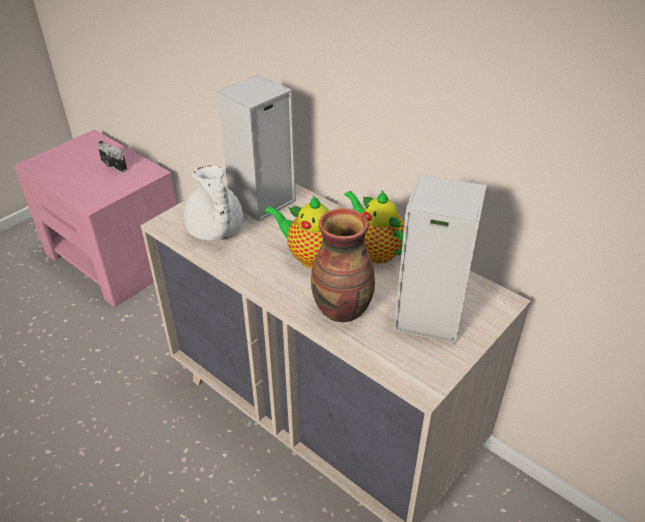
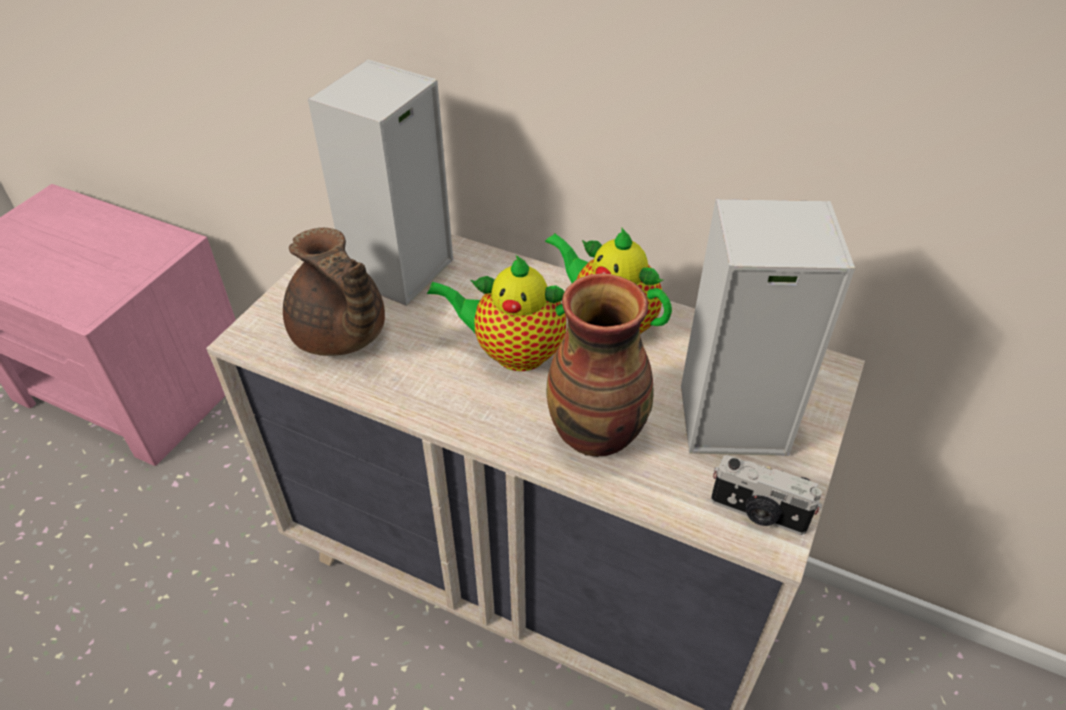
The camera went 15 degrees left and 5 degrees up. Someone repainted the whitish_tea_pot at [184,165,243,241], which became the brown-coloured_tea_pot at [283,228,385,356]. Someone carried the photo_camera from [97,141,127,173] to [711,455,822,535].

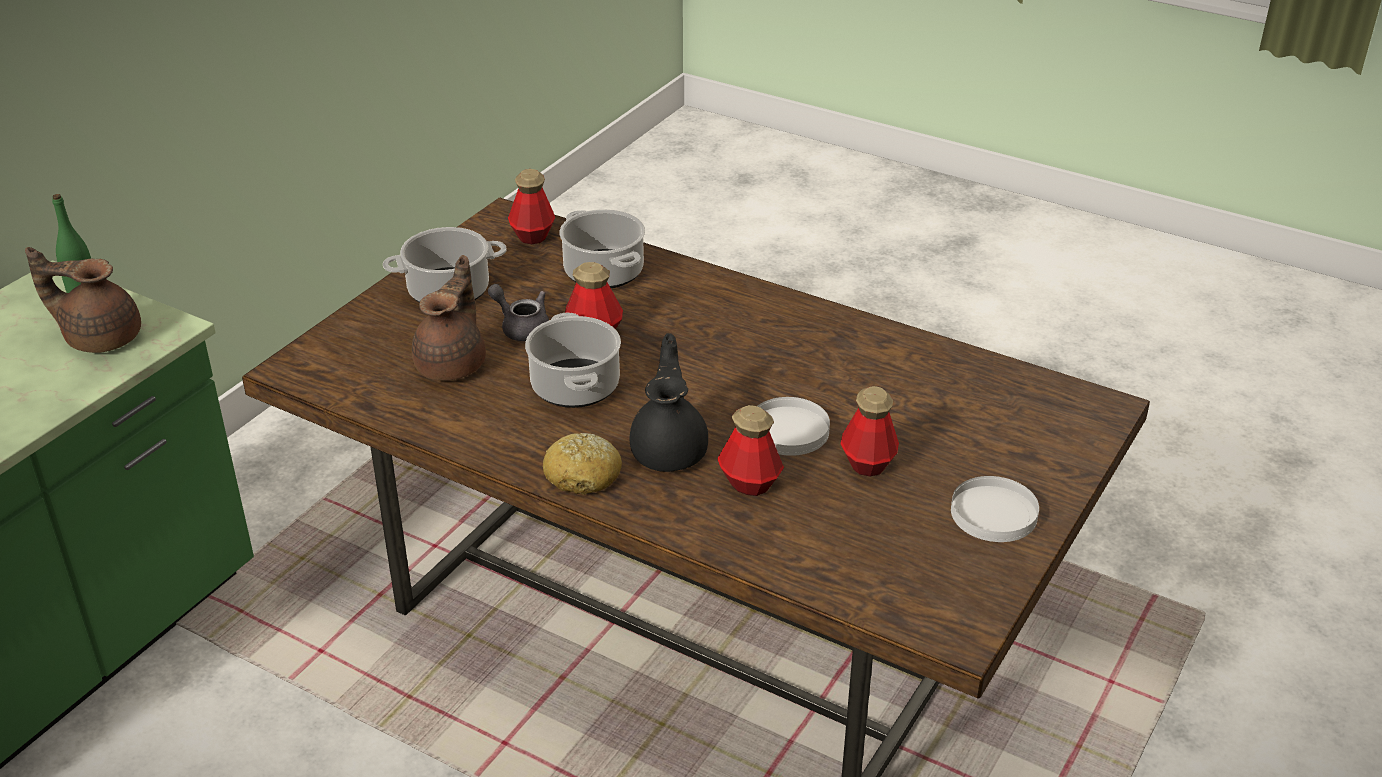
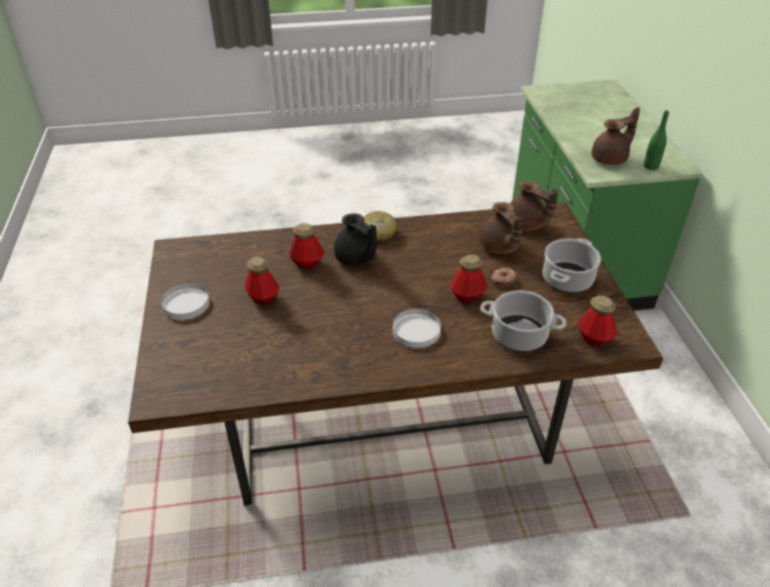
The camera went 140 degrees right and 5 degrees up. Someone carried the whitish_flat_dish from [757,397,830,456] to [393,309,441,348]. Someone swapped the greyish_tea_pot at [488,284,549,341] for the donut at [491,267,517,287]. Someone put down the brown-coloured_tea_pot at [510,181,559,231]. Someone took away the stockpot at [525,313,621,408].

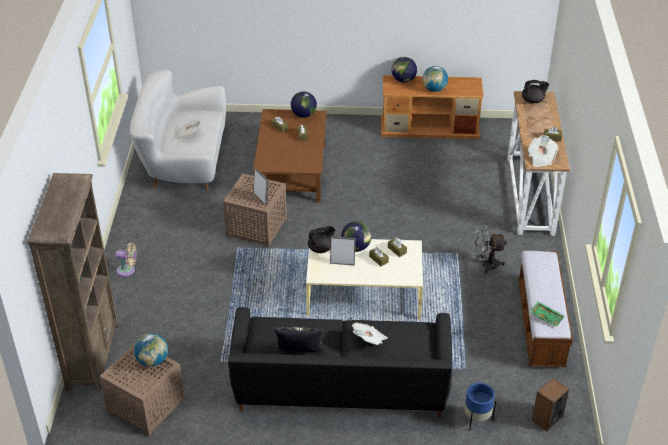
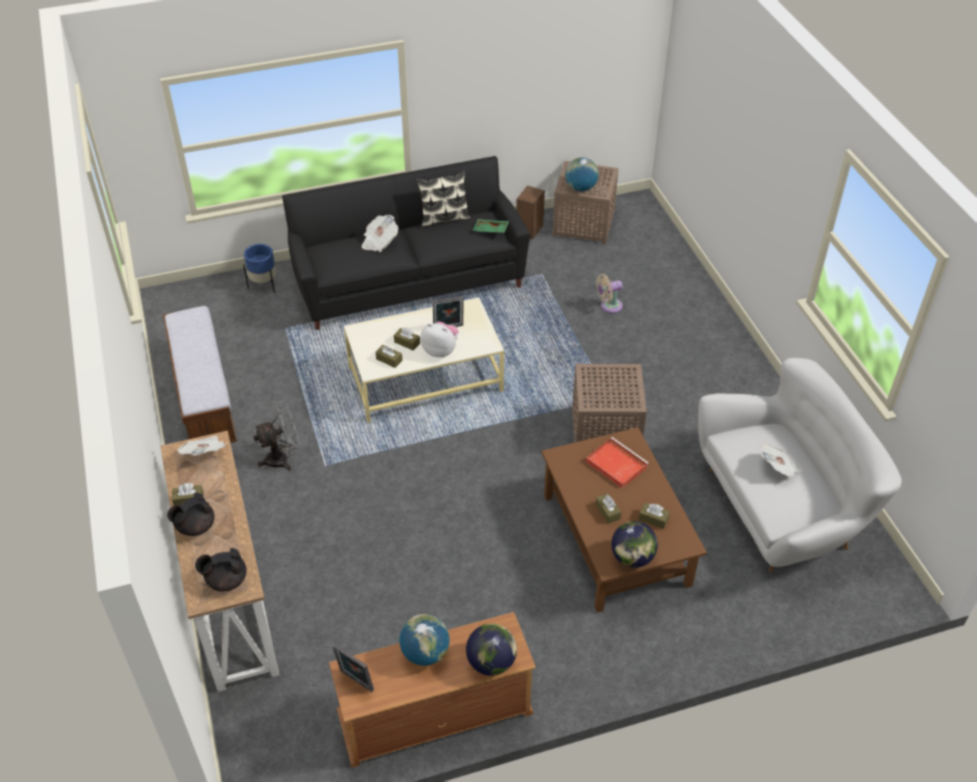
The camera went 160 degrees right and 5 degrees up. Someone carried the black-coloured_tea_pot from [308,226,335,253] to [167,493,215,536]. Someone carried the standing_frame from [253,168,268,205] to [332,644,374,692]. Someone swapped the world_globe at [341,221,371,252] for the plush_toy at [420,321,459,358]. Someone carried the greenish_carrying_tray from [530,301,564,327] to [473,220,509,233]. Someone carried the speaker from [532,378,569,432] to [516,186,545,239]. Someone put down the reddish_carrying_tray at [586,437,649,488]. Someone carried the sand-coloured_fan from [116,243,136,277] to [596,274,623,313]. Someone took away the brown-coloured_bookshelf at [27,173,119,391].

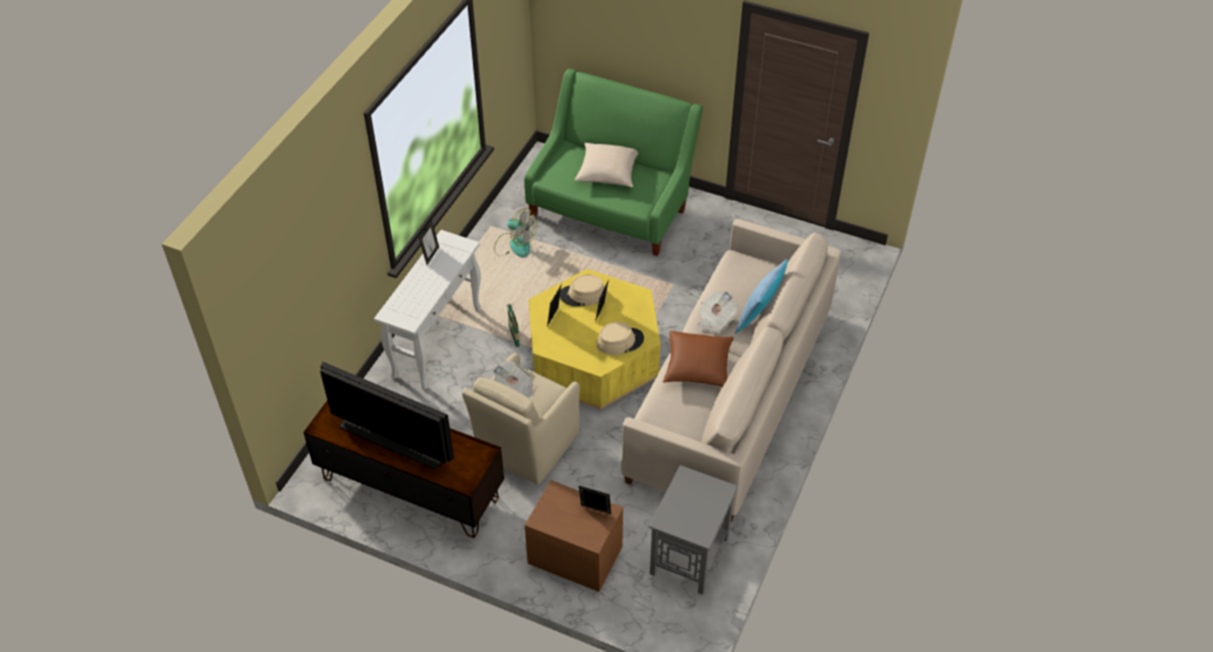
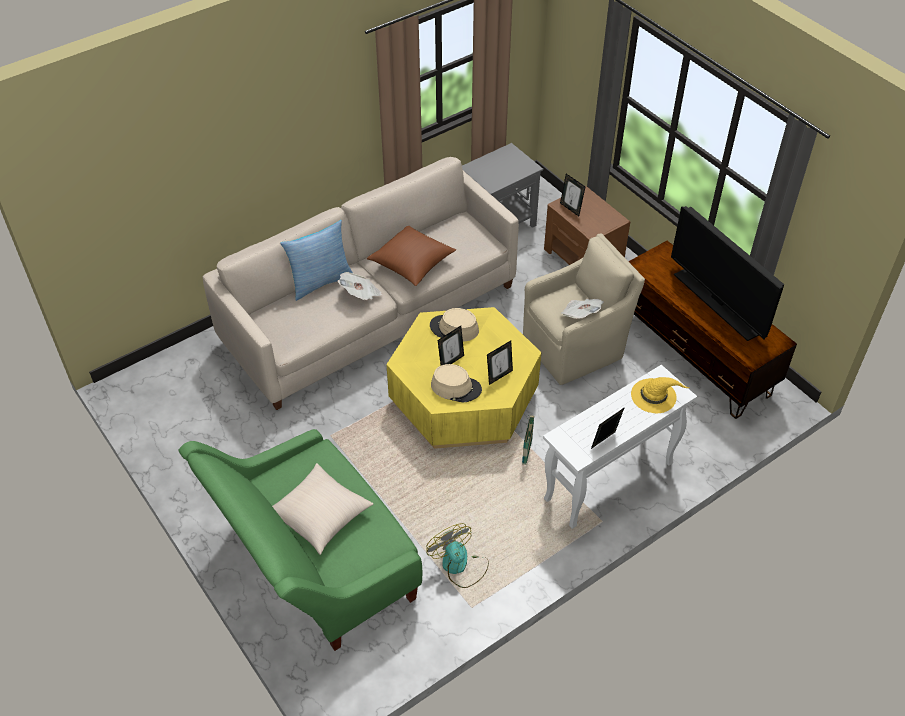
The camera went 150 degrees left and 0 degrees up. Someone put down the yellowish_wearable_hat at [631,377,690,413].

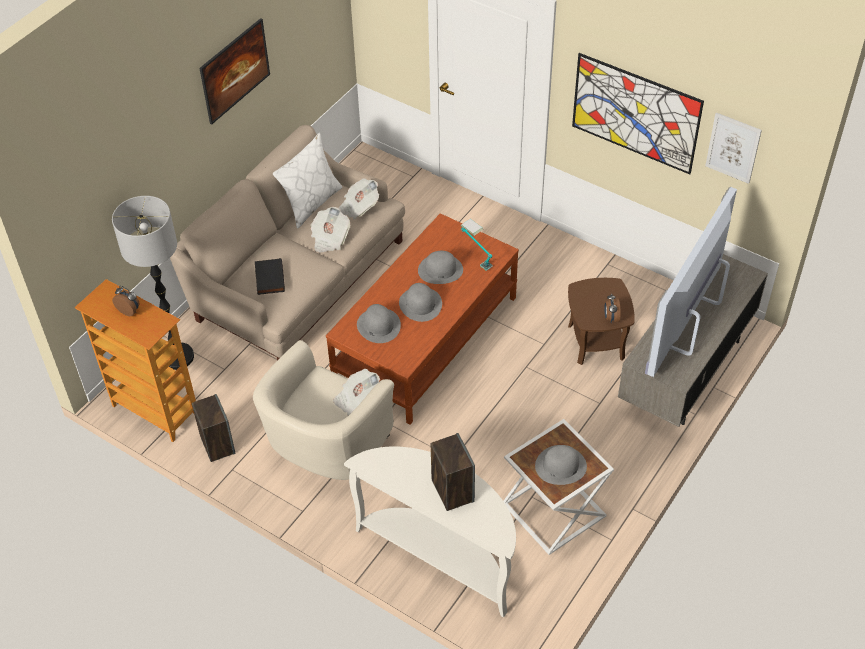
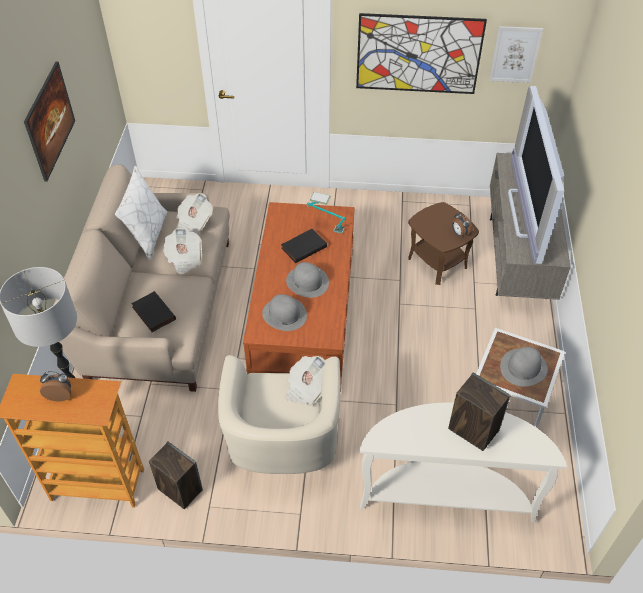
The camera went 30 degrees left and 0 degrees up. Someone swapped the greyish_wearable_hat at [418,251,463,284] for the black-coloured_volume at [281,229,327,263].

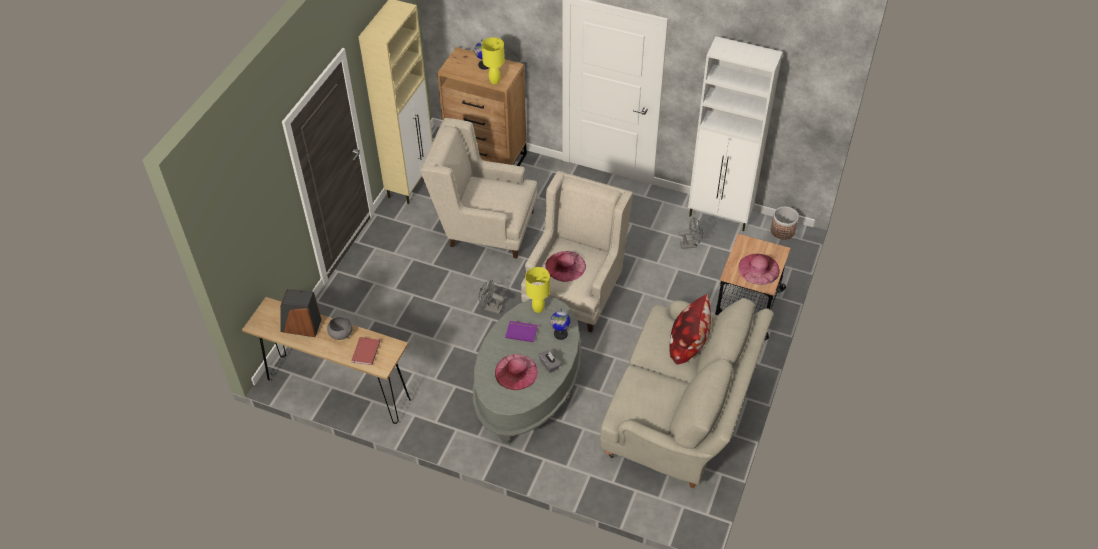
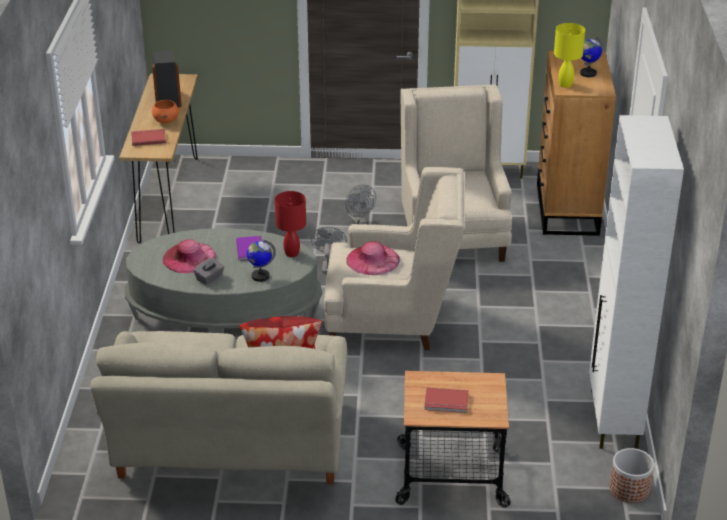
The camera went 70 degrees right and 15 degrees down. Someone repainted the greyish_deep_dish at [327,317,353,340], which became the orange-coloured_deep_dish at [152,100,179,124]. Someone repainted the yellowish_table_lamp at [525,267,550,313], which became the reddish_table_lamp at [275,191,306,257]. Someone carried the greyish_fan from [678,217,703,249] to [346,185,376,224]. Someone swapped the pink-coloured_wearable_hat at [738,254,780,285] for the reddish_volume at [424,388,469,413].

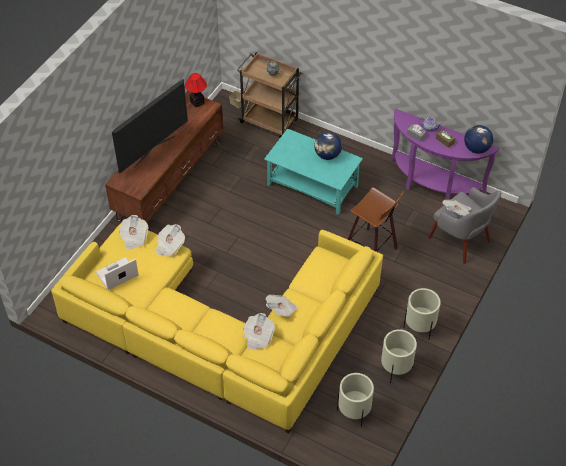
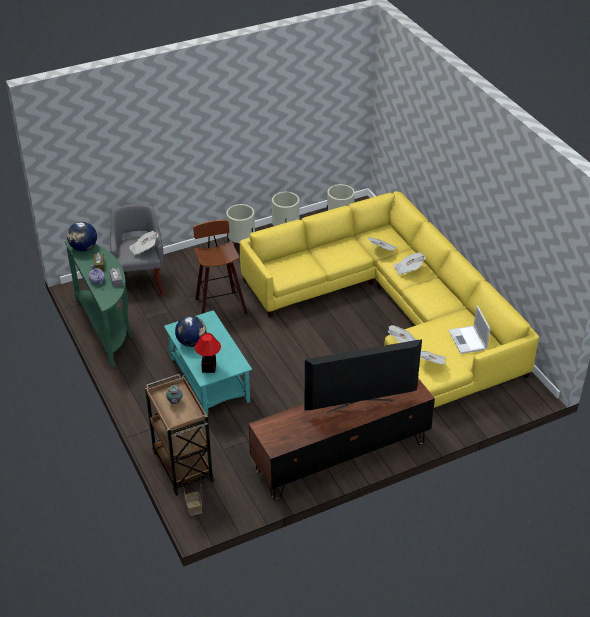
The camera went 145 degrees left and 10 degrees down. Someone repainted the purple-coloured_console_table at [391,109,500,200], which became the greenish_console_table at [65,241,132,367]. Someone carried the table_lamp from [185,73,207,108] to [195,333,221,373]. Someone carried the newspaper from [266,295,299,317] to [394,252,426,275]. Someone rotated the portable_computer at [96,257,139,290] by 75 degrees clockwise.

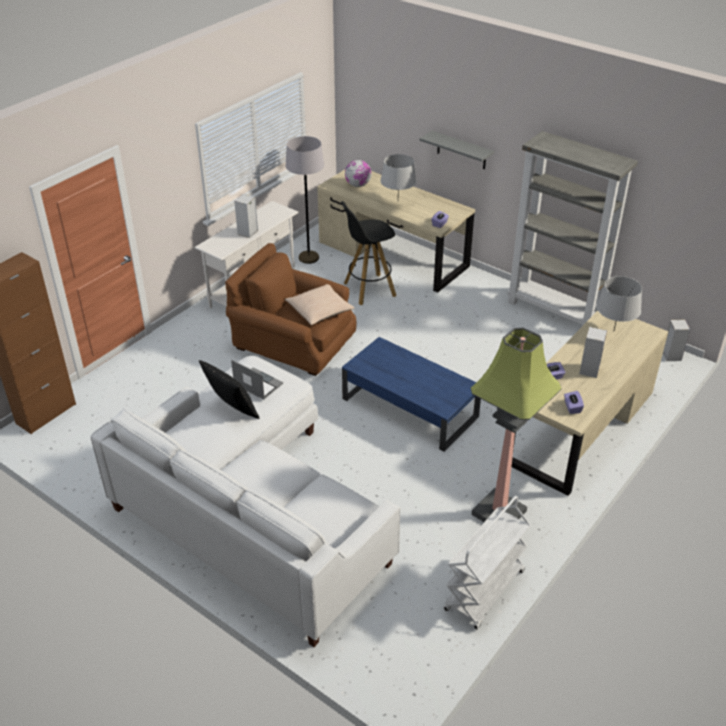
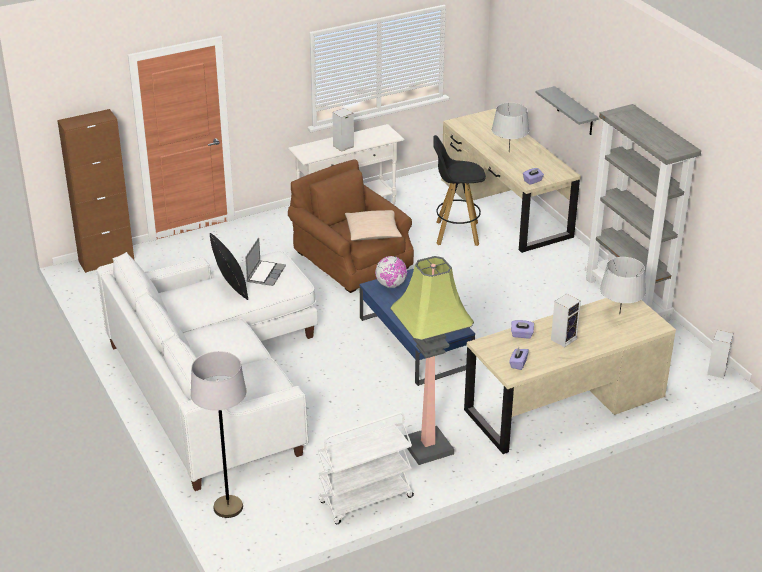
The camera went 25 degrees right and 5 degrees down. Someone carried the greyish_standing_lamp from [286,136,324,264] to [191,351,246,518]. Someone rotated the portable_computer at [231,360,283,399] by 45 degrees clockwise. Someone carried the world_globe from [345,160,372,187] to [375,256,407,288].

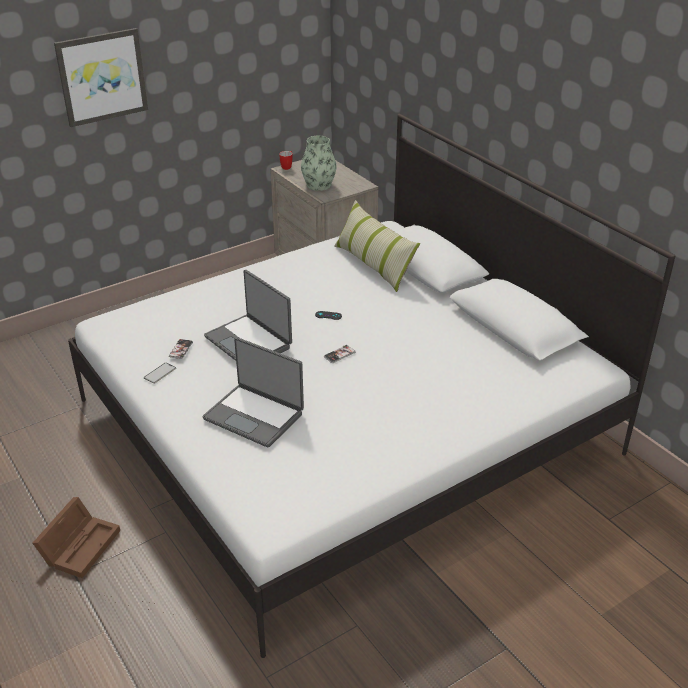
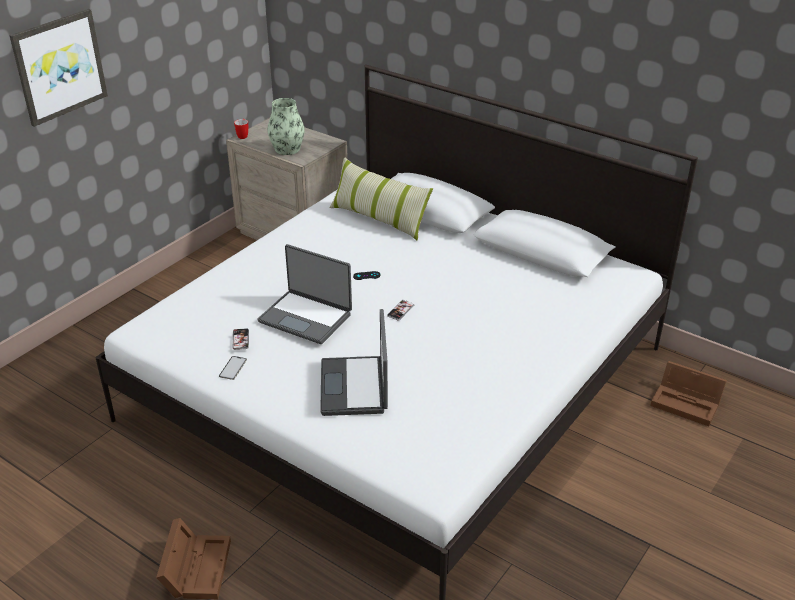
The camera went 20 degrees left and 0 degrees up. Someone rotated the portable_computer at [203,337,304,448] by 75 degrees clockwise. Someone put down the brown-coloured_storage_bin at [650,361,727,426].

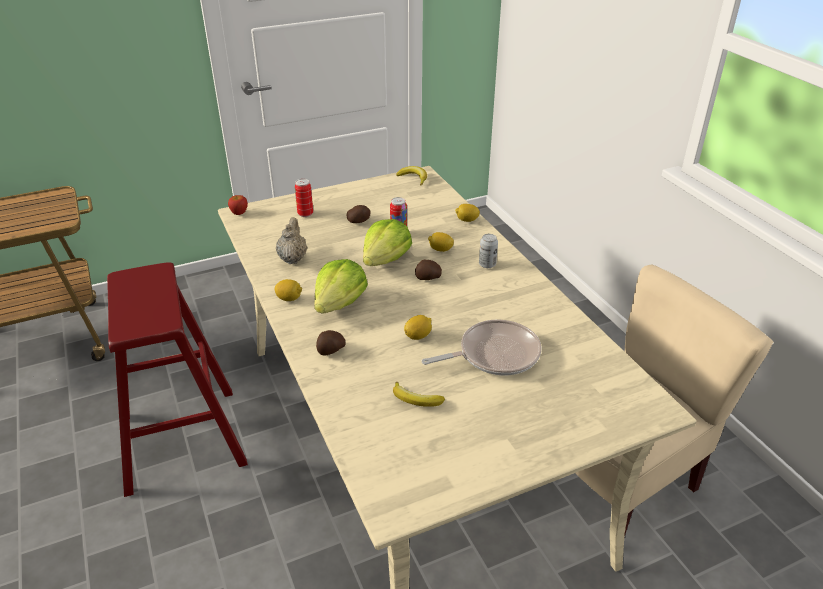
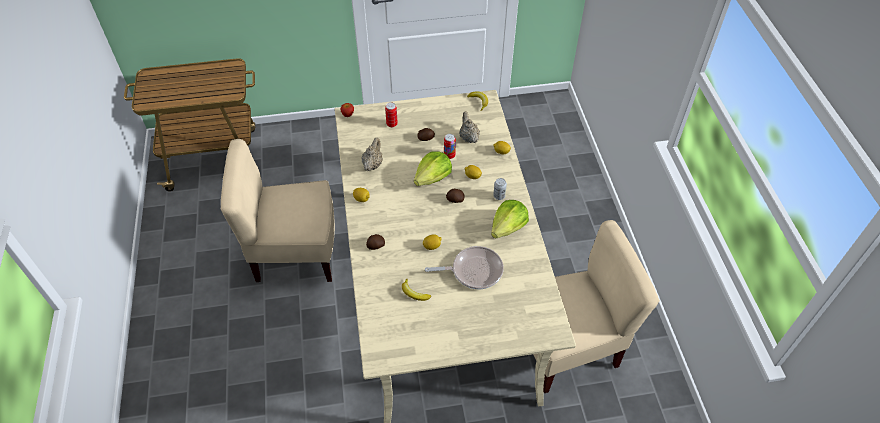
The camera went 15 degrees right and 15 degrees up. Someone swapped the reddish_stool at [107,262,248,497] for the sand-coloured_upright_chair at [221,139,335,282]. Someone put down the sand-coloured_tea_pot at [459,111,480,143]. Someone carried the lettuce from [314,259,368,314] to [491,200,529,238].

